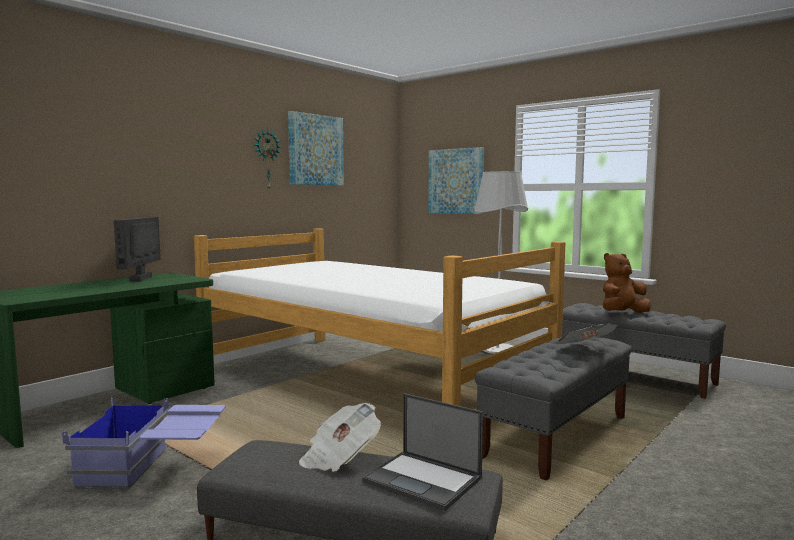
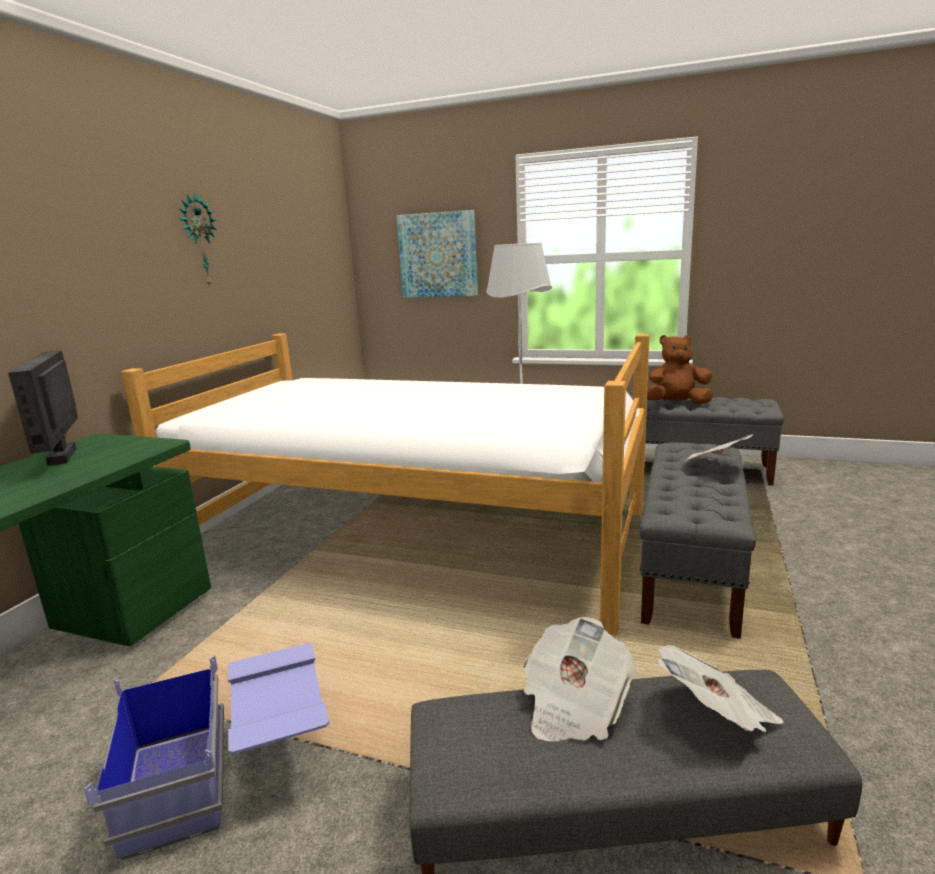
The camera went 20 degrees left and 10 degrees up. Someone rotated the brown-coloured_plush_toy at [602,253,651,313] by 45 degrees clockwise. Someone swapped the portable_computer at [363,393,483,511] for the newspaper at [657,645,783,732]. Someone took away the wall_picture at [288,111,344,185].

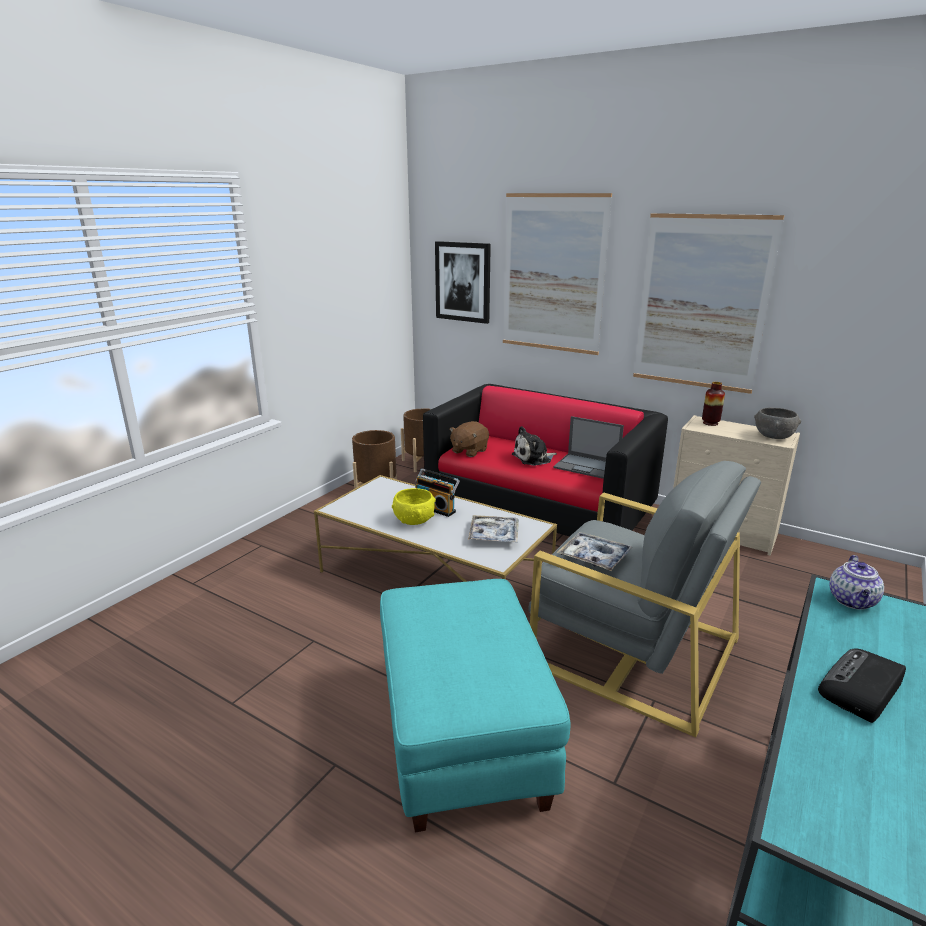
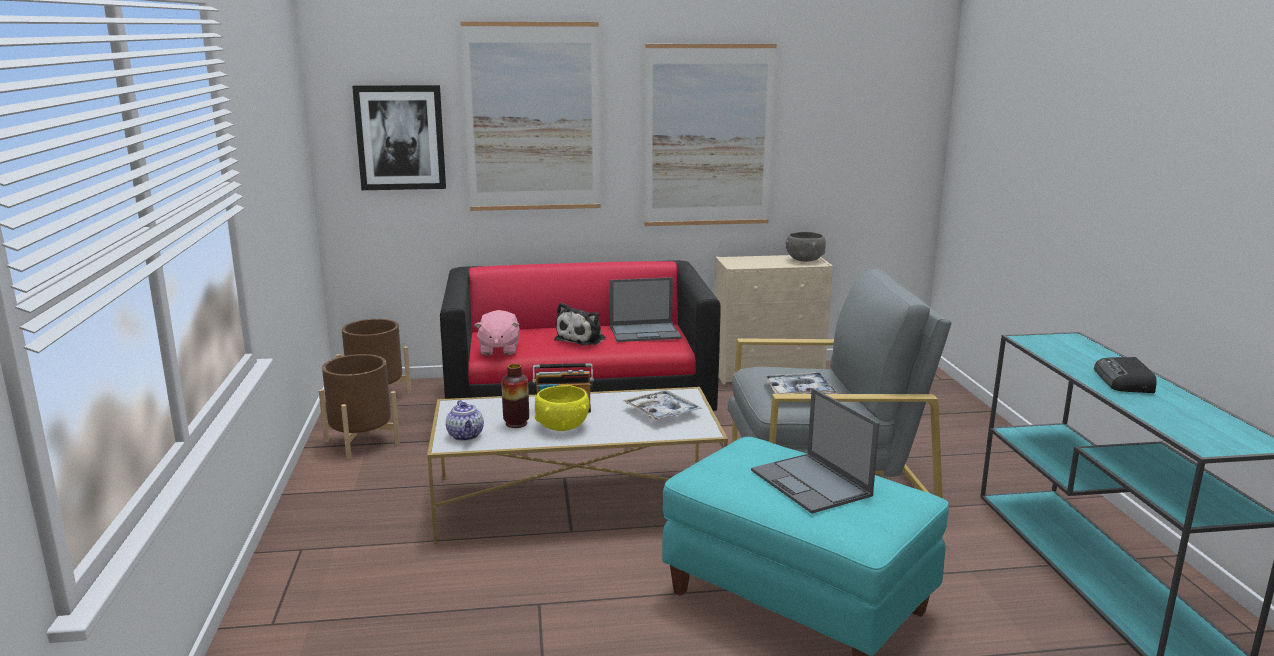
The camera went 40 degrees left and 5 degrees down. Someone carried the tea_pot from [830,555,884,610] to [446,400,484,441]. Someone repainted the brown-coloured_plush_toy at [449,421,489,457], which became the pink-coloured_plush_toy at [474,310,520,356]. Someone carried the decorative_vase from [702,382,725,426] to [502,364,529,428]. Someone put down the portable_computer at [751,388,880,514].

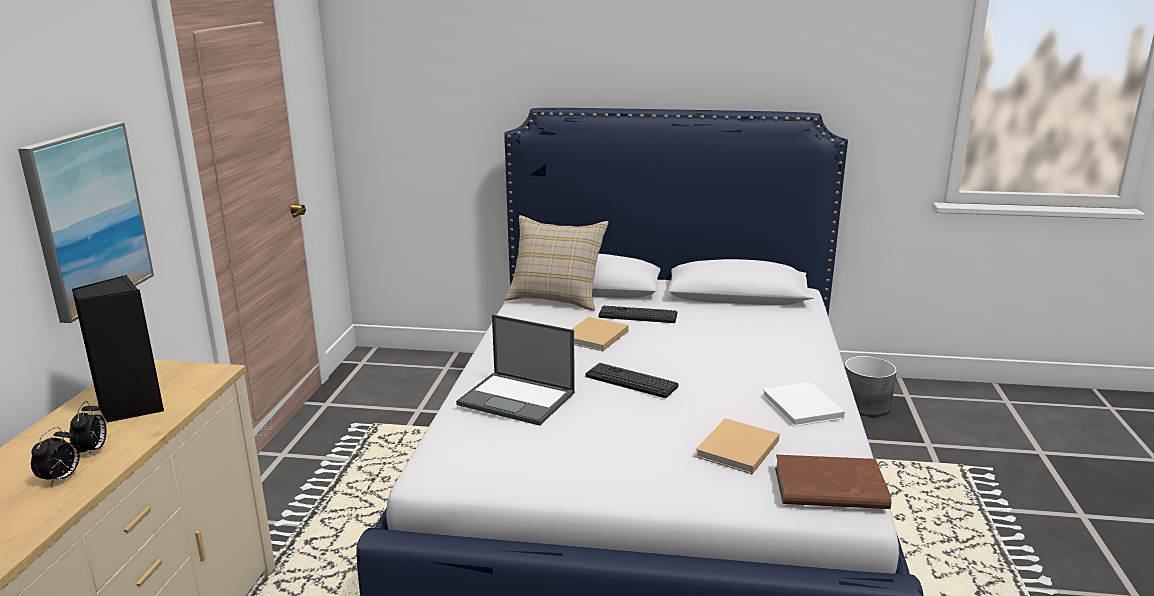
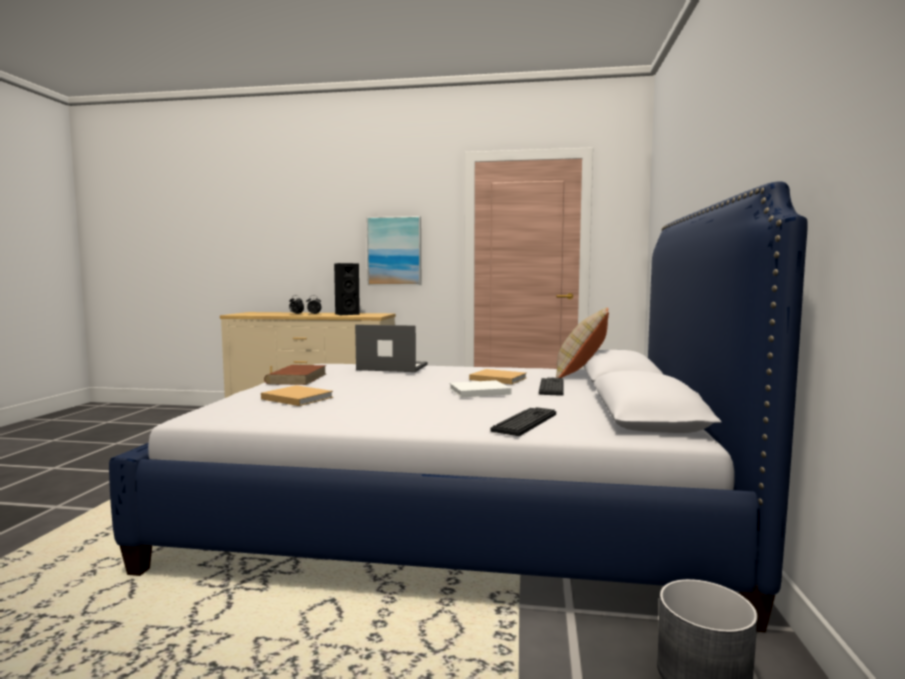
The camera went 90 degrees right and 15 degrees down. Someone carried the brown-coloured_volume from [775,455,891,509] to [264,365,326,385]. Someone rotated the portable_computer at [456,314,575,426] by 75 degrees clockwise. Someone carried the whitish_volume from [762,382,845,427] to [449,380,512,398]. Someone carried the keyboard from [585,363,678,398] to [491,407,556,436].

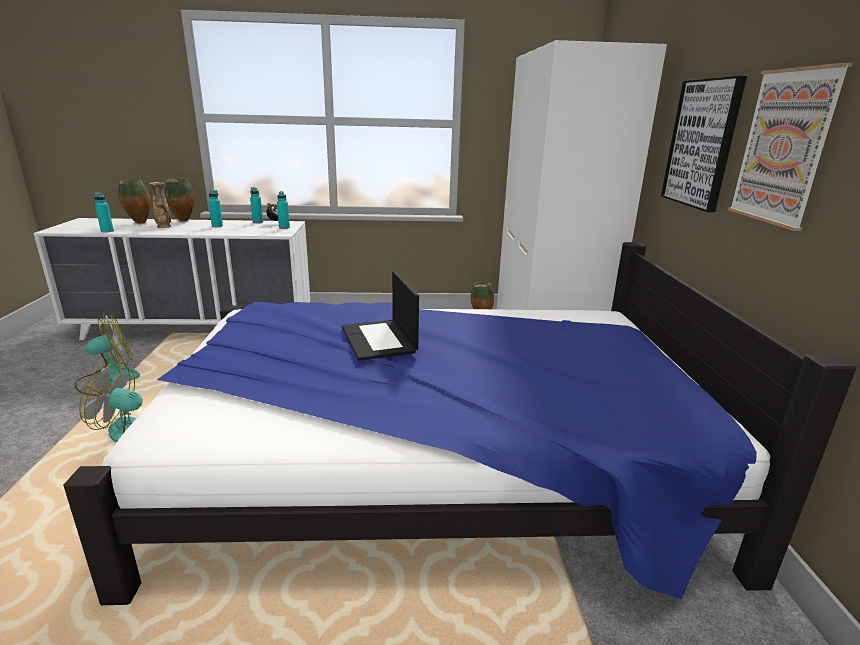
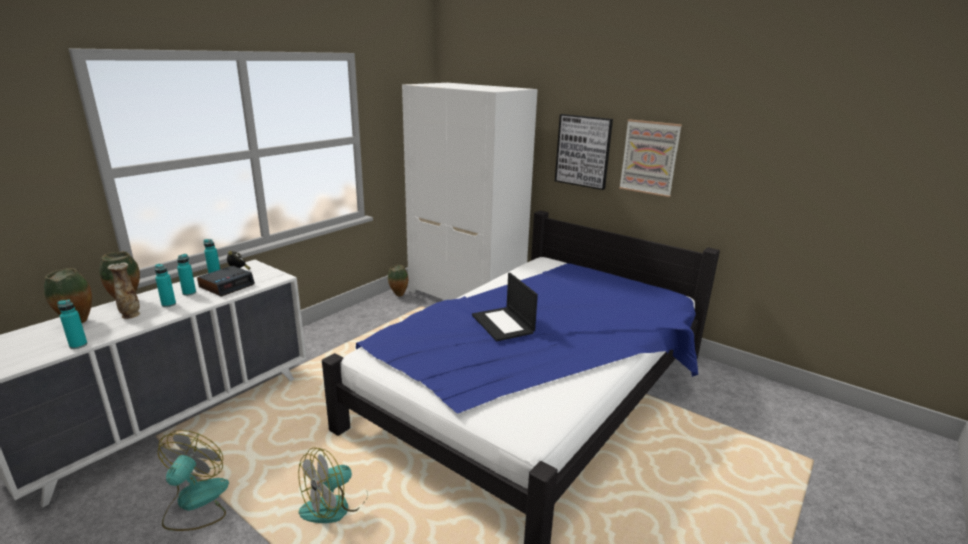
The camera went 50 degrees left and 0 degrees up. Someone carried the turquoise_beverage_bottle from [277,191,290,229] to [155,264,176,307]. Someone put down the bedside_clock at [197,266,255,297]. Someone rotated the portable_computer at [342,271,419,361] by 45 degrees clockwise.

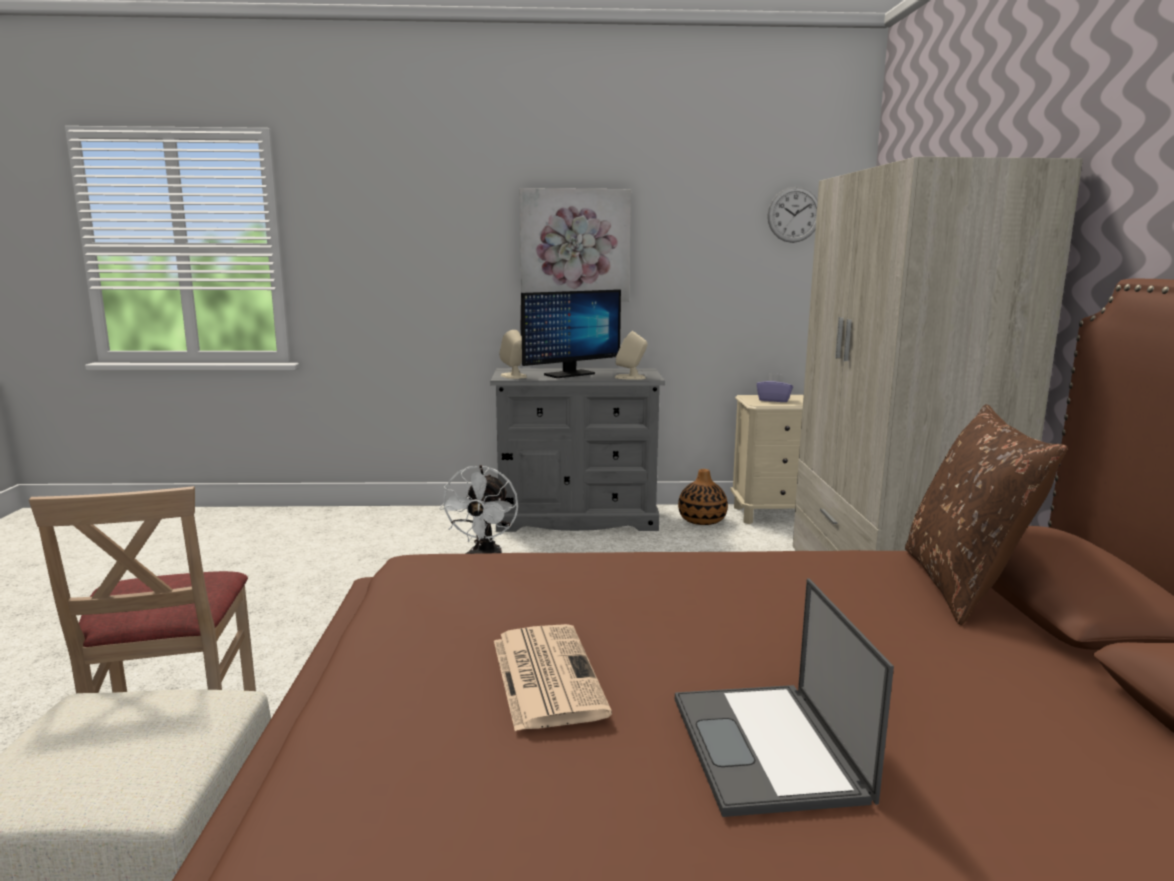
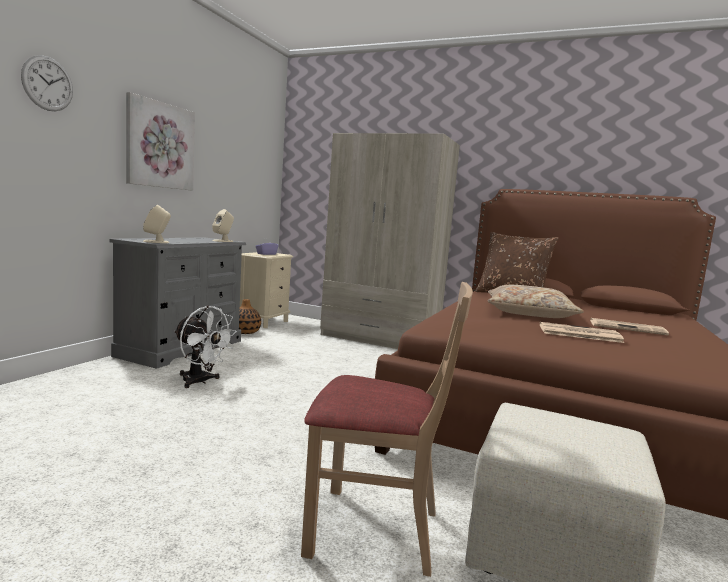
The camera went 65 degrees left and 5 degrees down. Someone carried the hanging_clock from [767,187,818,243] to [21,55,73,111]. Someone put down the sand-coloured_pillow at [488,285,584,318]. Someone swapped the portable_computer at [675,578,894,817] for the newspaper at [590,318,669,335]. Someone took away the monitor at [521,289,621,378].

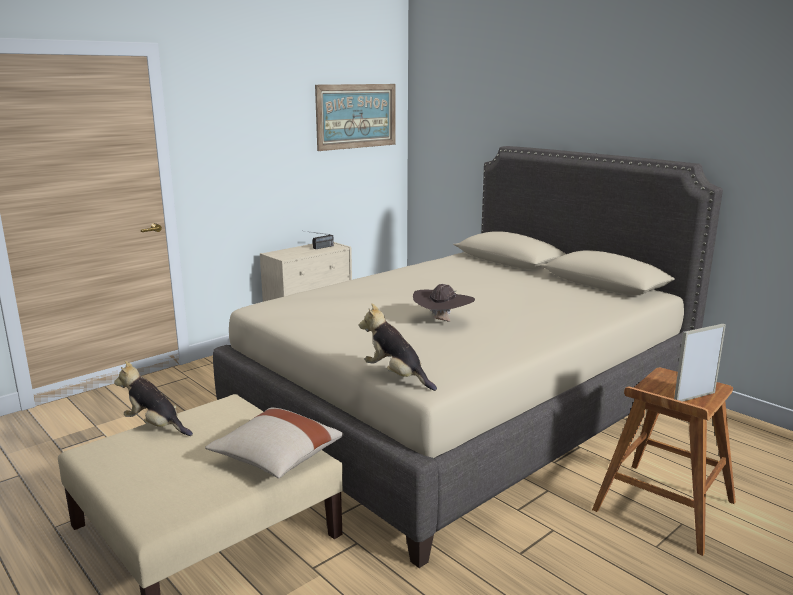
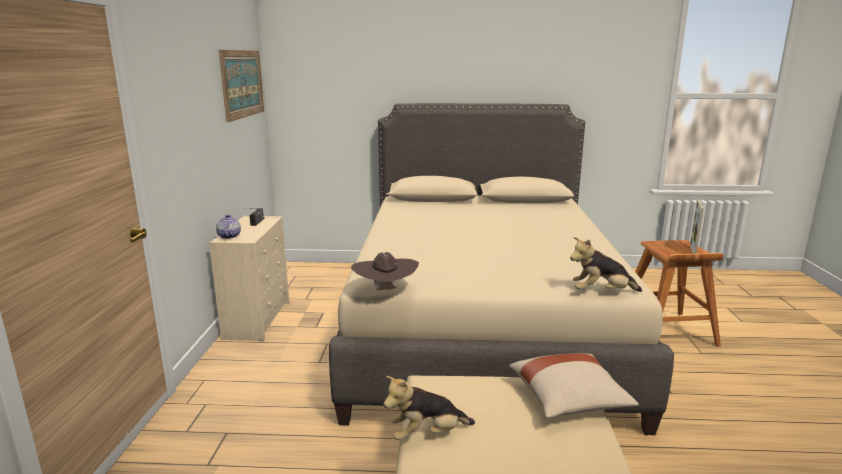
The camera went 45 degrees left and 0 degrees up. Someone put down the tea_pot at [216,215,241,239]. Someone carried the brown-coloured_wearable_hat from [413,284,475,322] to [351,252,419,290].

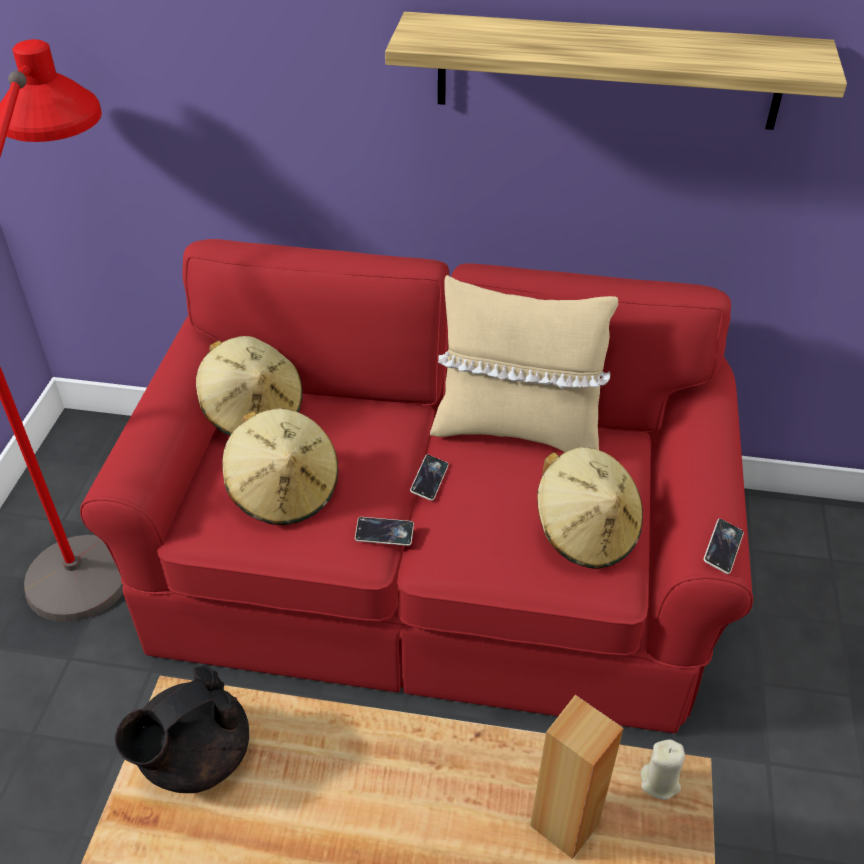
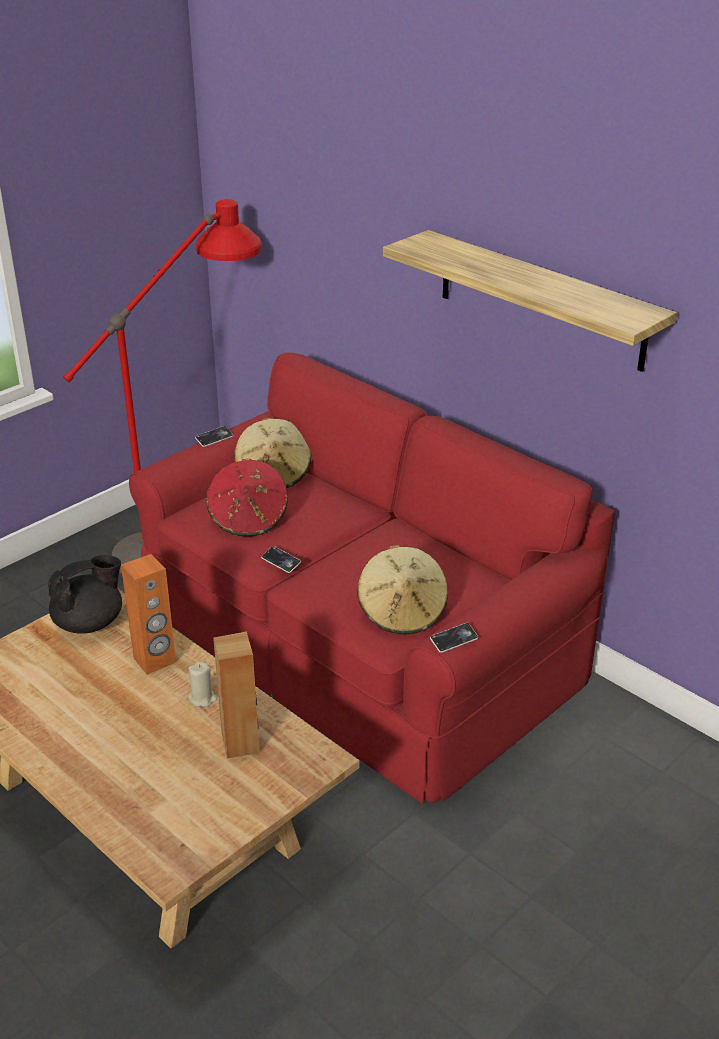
The camera went 35 degrees right and 10 degrees down. Someone rotated the black-coloured_tea_pot at [115,666,249,793] by 150 degrees clockwise. Someone put down the orange-coloured_speaker at [121,554,176,674]. Someone carried the sand-coloured_candle from [641,739,685,800] to [189,662,217,707]. Someone carried the handset from [410,454,449,501] to [195,426,233,447]. Someone repainted the sand-coloured_wearable_hat at [222,409,338,525], which became the reddish_wearable_hat at [206,459,288,536]. Someone took away the sand-coloured_pillow at [430,275,618,452].

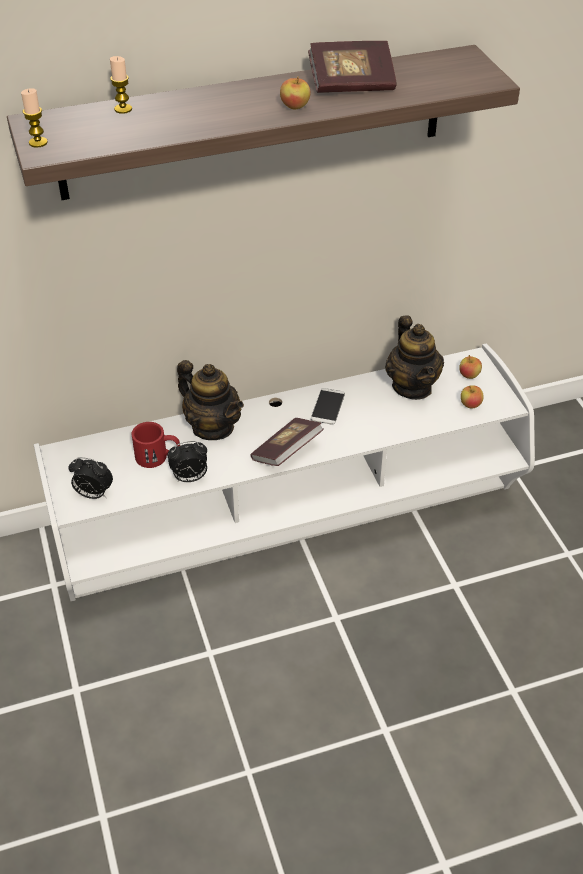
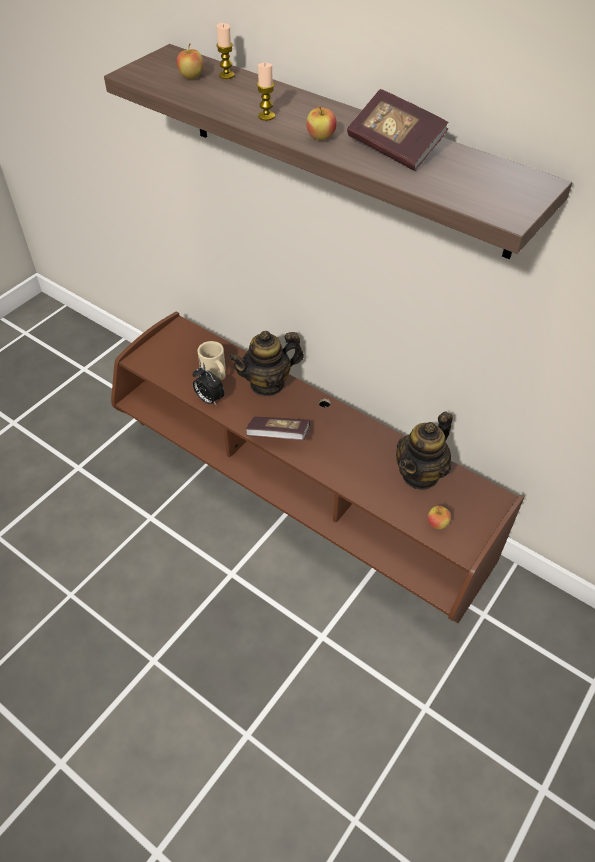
The camera went 55 degrees right and 5 degrees up. Someone repainted the whitish_media_console at [34,343,535,601], which became the brown-coloured_media_console at [111,312,524,623]. Someone carried the apple from [459,355,482,379] to [176,43,204,79]. Someone repainted the reddish_coffee_mug at [131,422,180,468], which became the sand-coloured_coffee_mug at [197,341,226,380]. Someone rotated the tea_pot at [177,360,244,440] by 60 degrees clockwise. Someone carried the candle from [21,88,48,148] to [257,63,275,121]. Someone took away the bedside_clock at [69,457,113,499]. Someone took away the handset at [311,388,345,425].

